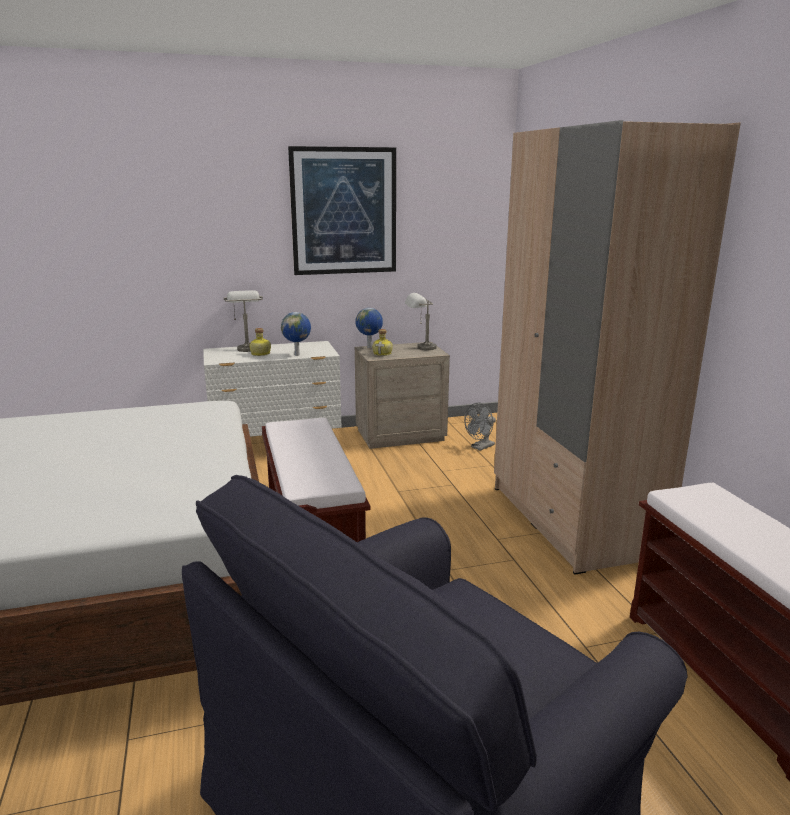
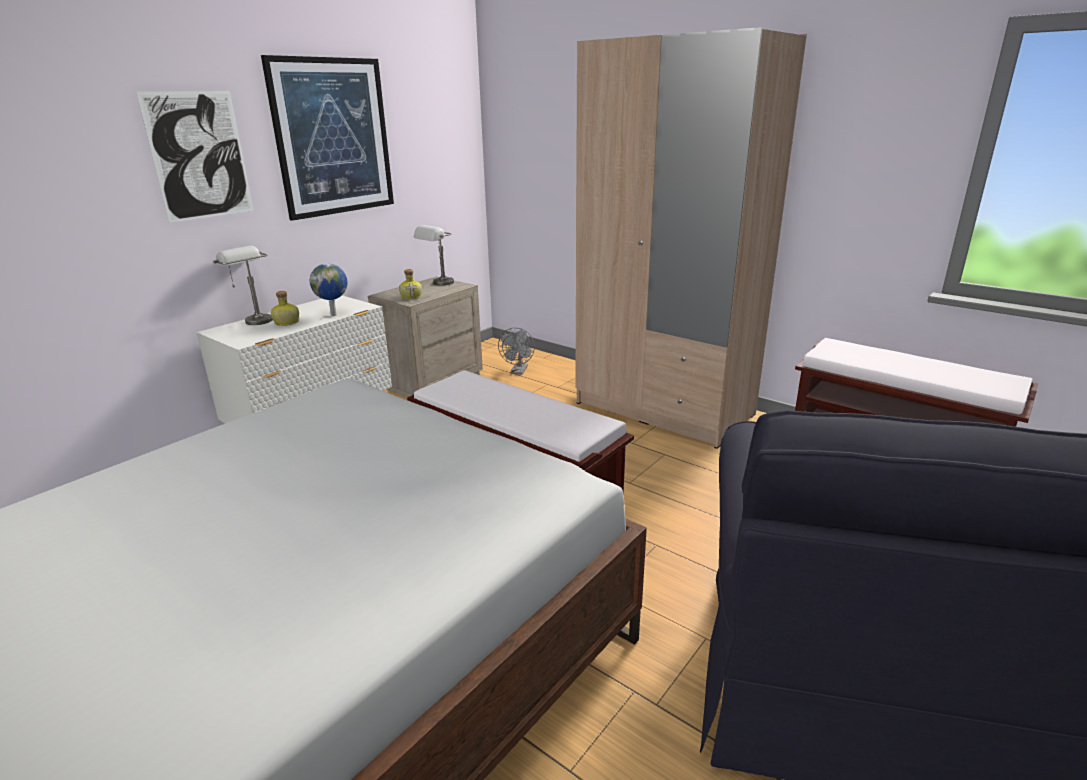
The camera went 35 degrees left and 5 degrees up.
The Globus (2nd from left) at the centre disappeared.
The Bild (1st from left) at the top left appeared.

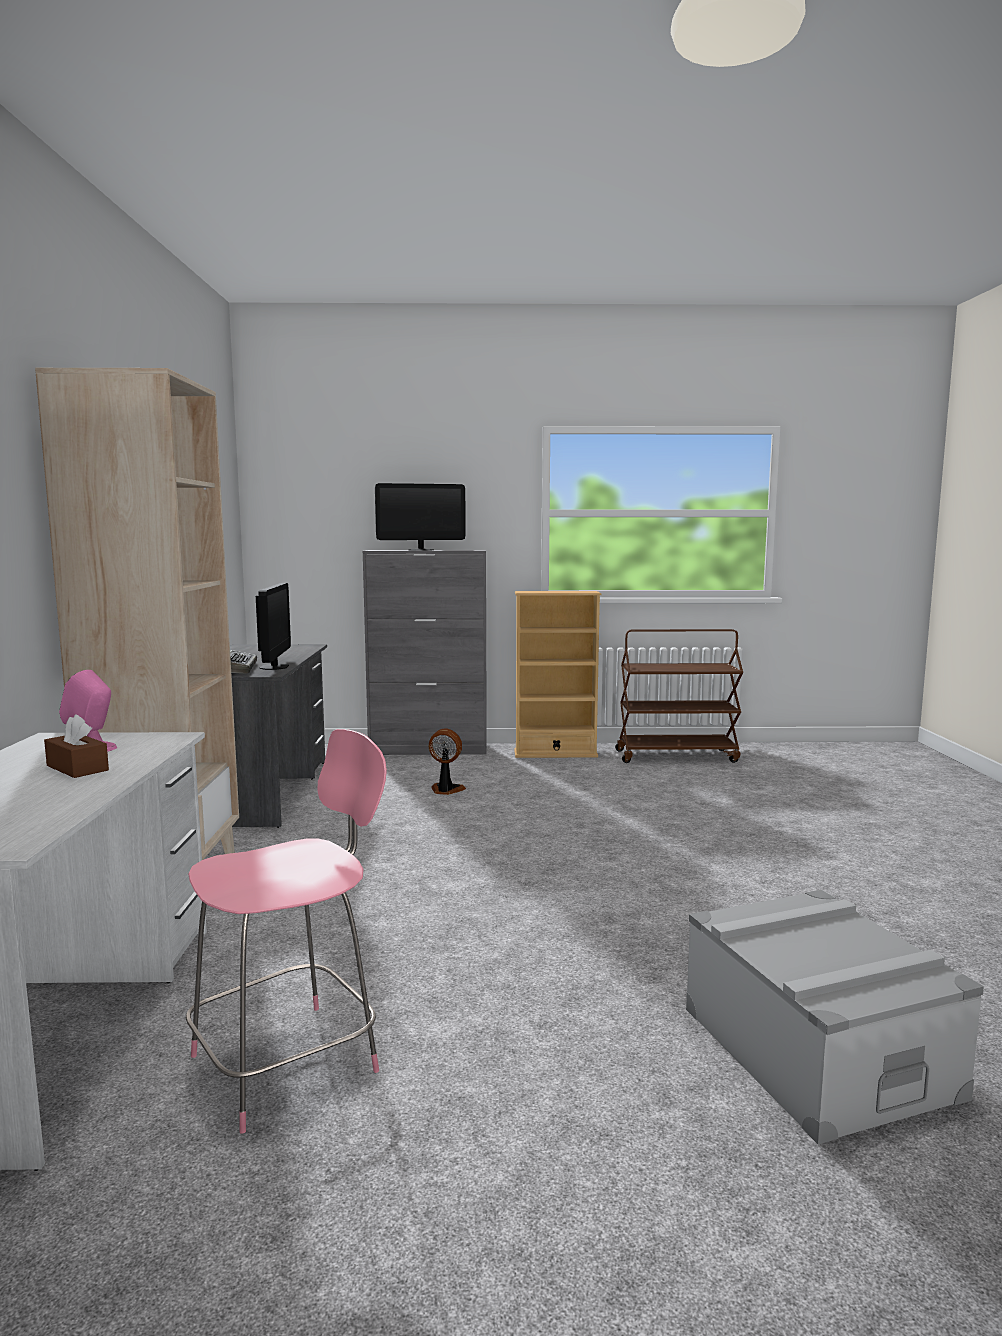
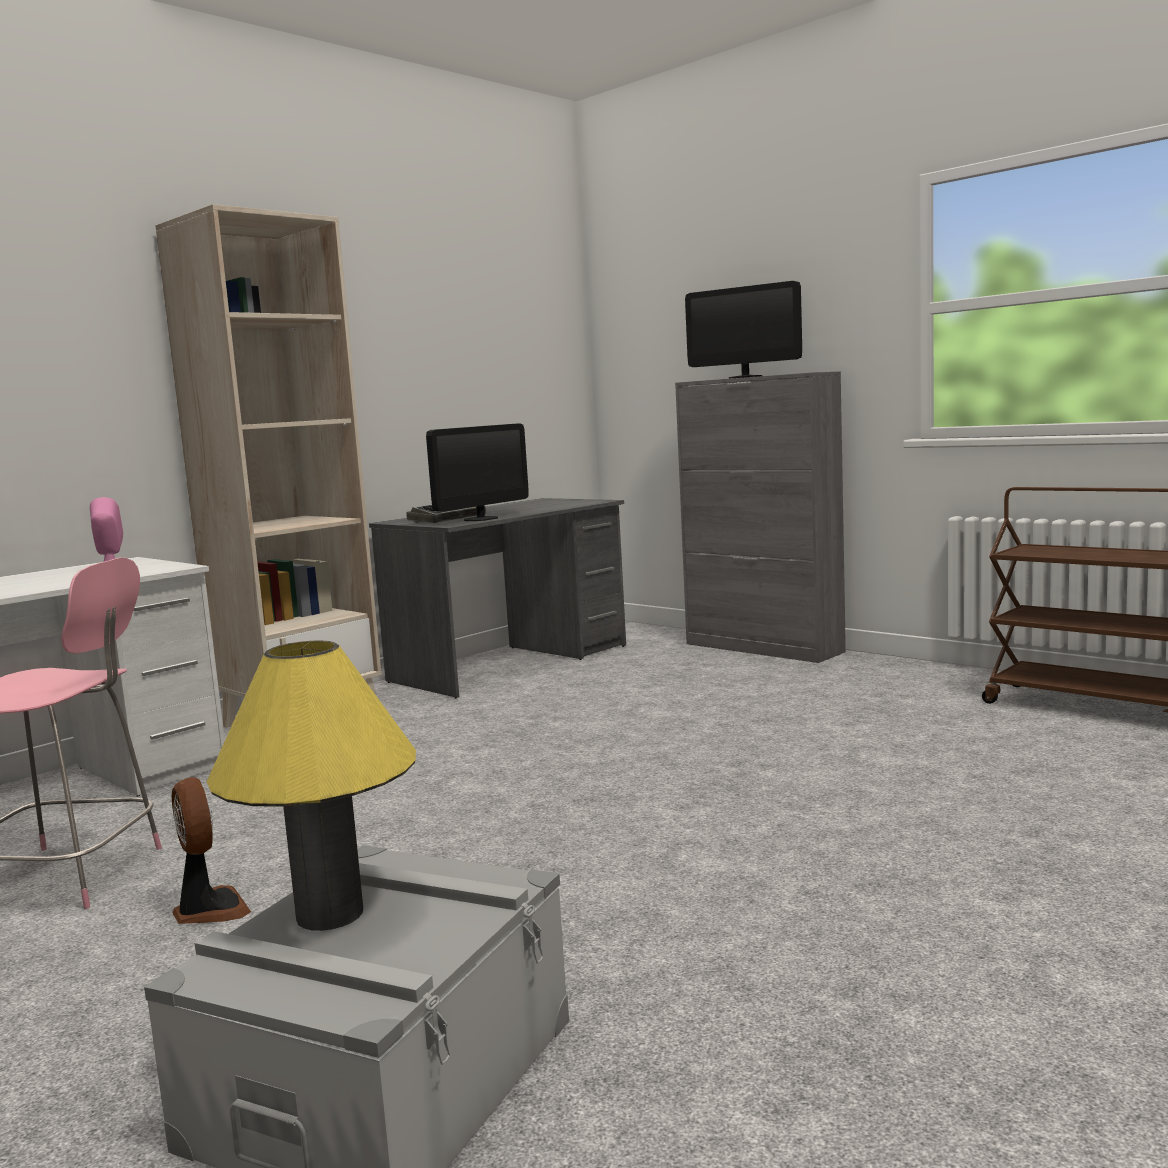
The camera went 45 degrees right and 0 degrees up.
The Bücherregal (beige) (2nd from left) at the centre disappeared.
The Taschentuchbox (braun) at the middle left disappeared.
The Ventilator moved from the centre to the bottom left.
The Tischlampe (gelb) at the bottom left appeared.

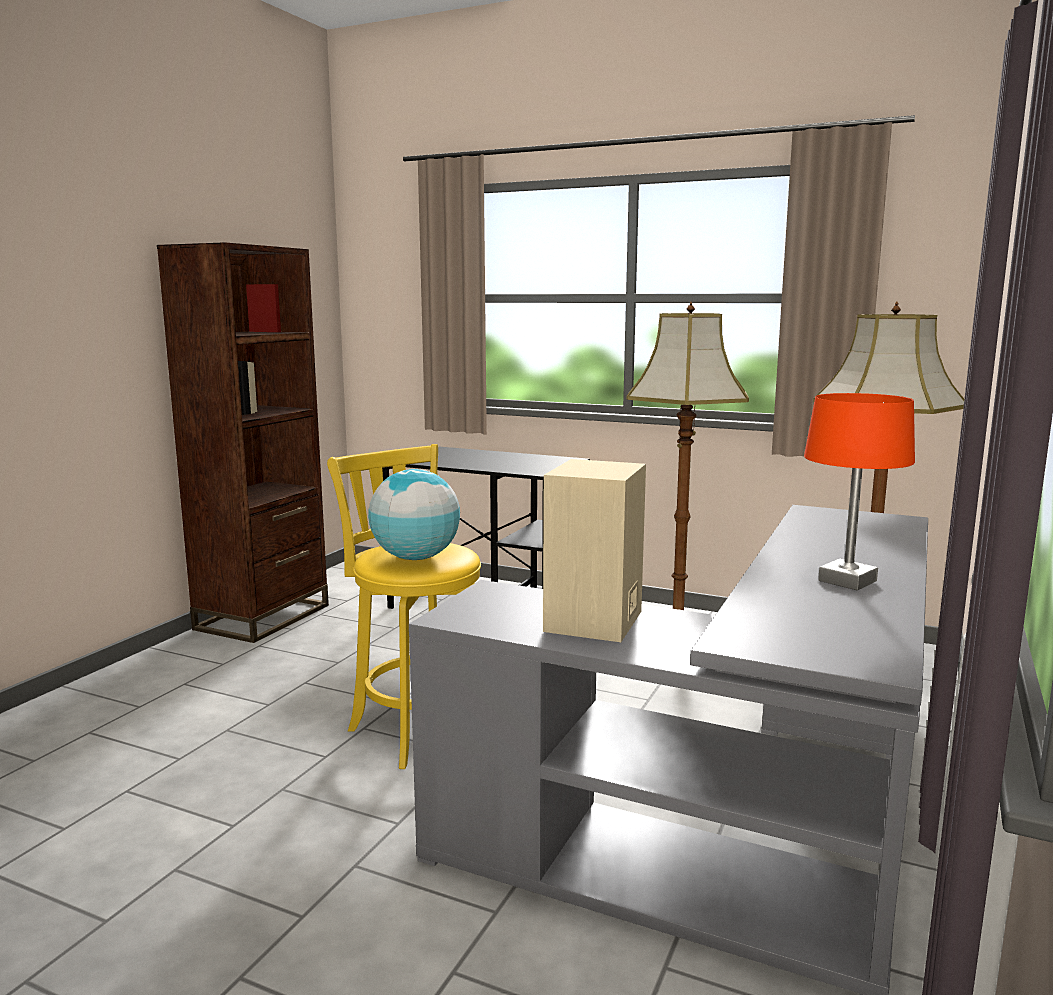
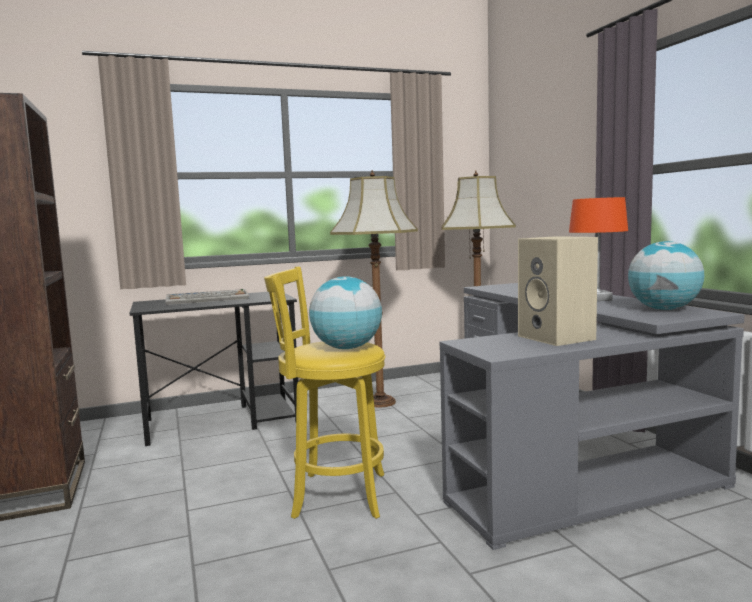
The camera went 45 degrees left and 5 degrees down.
The Globus (2nd from left) at the middle right appeared.
The Tastatur at the middle left appeared.

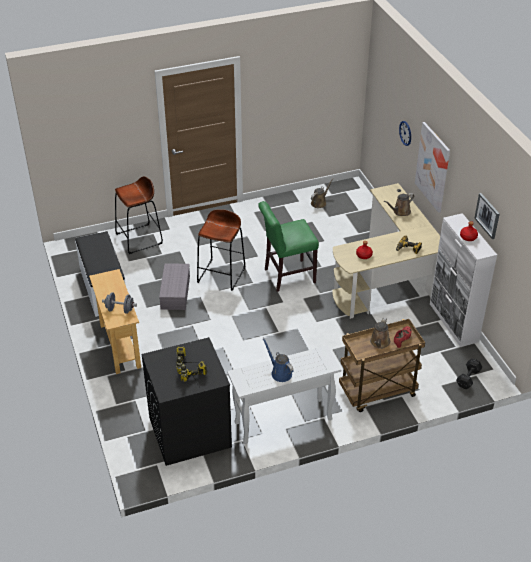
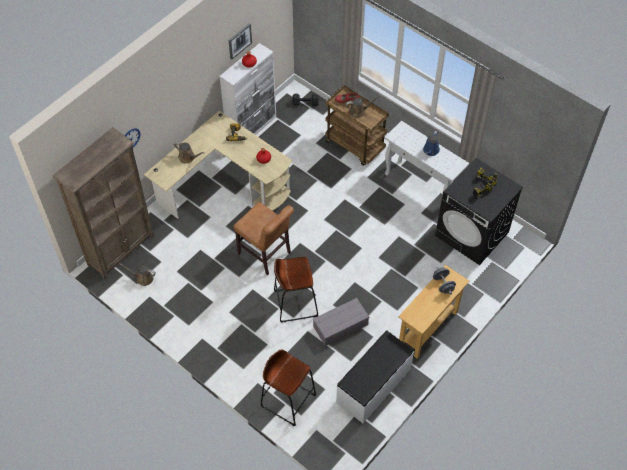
The camera went 120 degrees left and 15 degrees up.
The Bild (1st from left) at the top right disappeared.
The Stuhl (grün) at the centre became the Stuhl (braun) at the centre.
The Bücherregal (braun) at the middle left appeared.

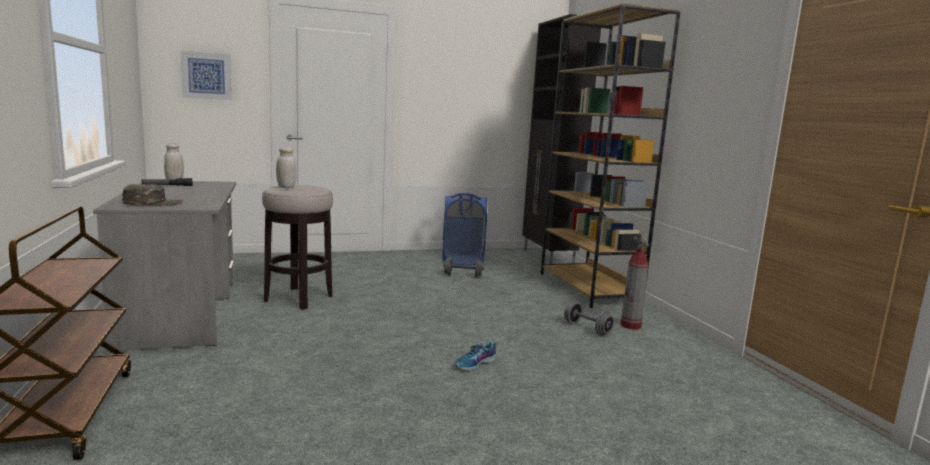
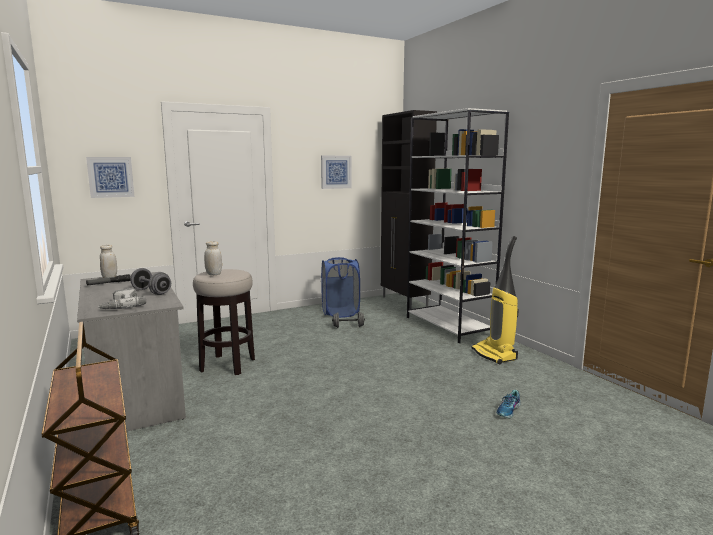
The camera went 10 degrees left and 0 degrees up.
The Bücherregal (braun) at the centre became the Bücherregal (weiß) at the centre.
The Kappe (grün) at the middle left was replaced by the Bohrmaschine at the middle left.
The Feuerlöscher at the middle right was replaced by the Staubsauger at the middle right.
The Hantel (grau) (2nd from left in the first image) moved from the bottom centre to the middle left.
The Schuh moved from the bottom centre to the bottom right.
The Bild (2nd from left) at the top centre appeared.

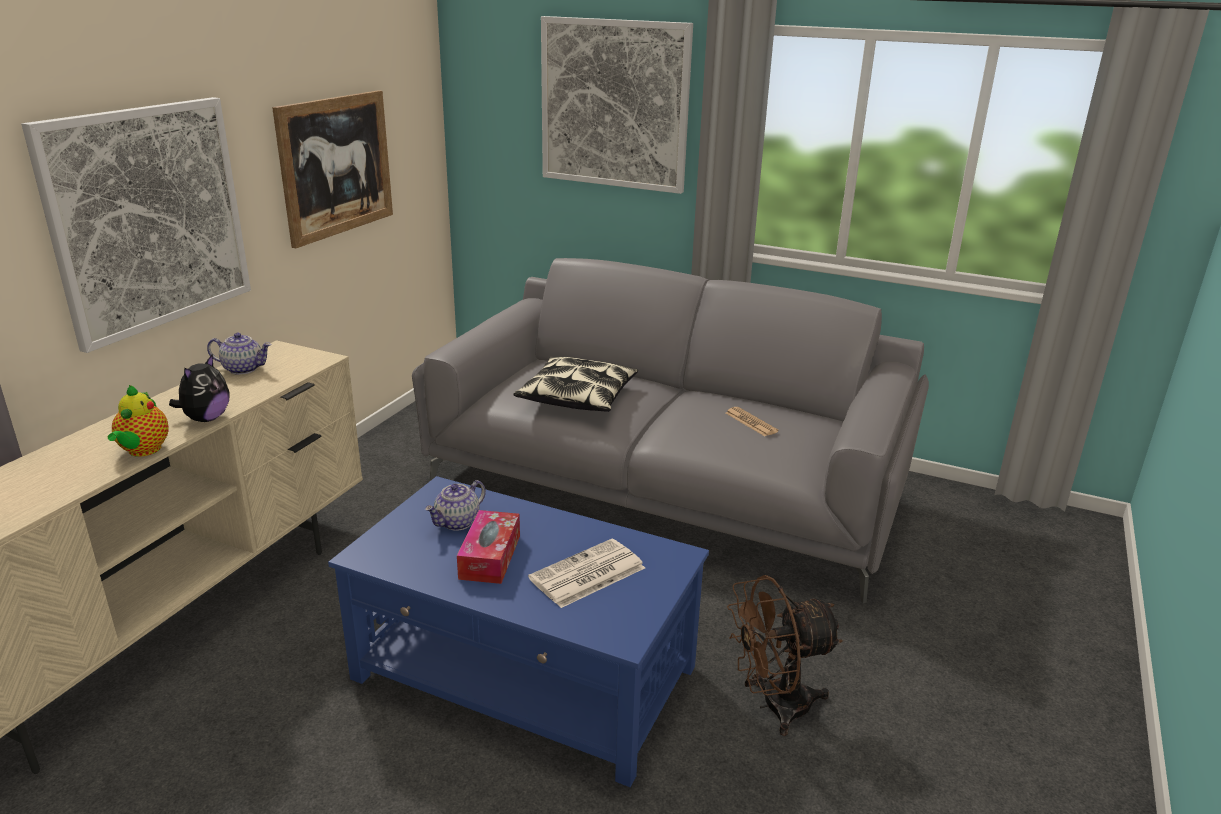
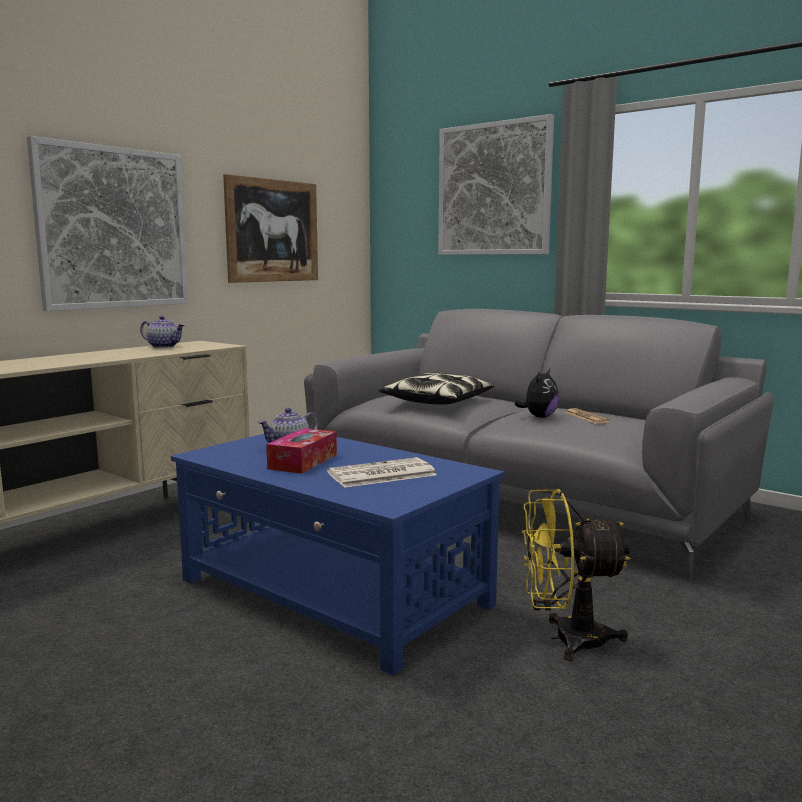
The camera went 15 degrees right and 15 degrees down.
The Plüschtier moved from the middle left to the middle right.
The Teekanne (1st from left) at the middle left disappeared.
The Ventilator (braun) at the bottom centre became the Ventilator (gelb) at the bottom right.

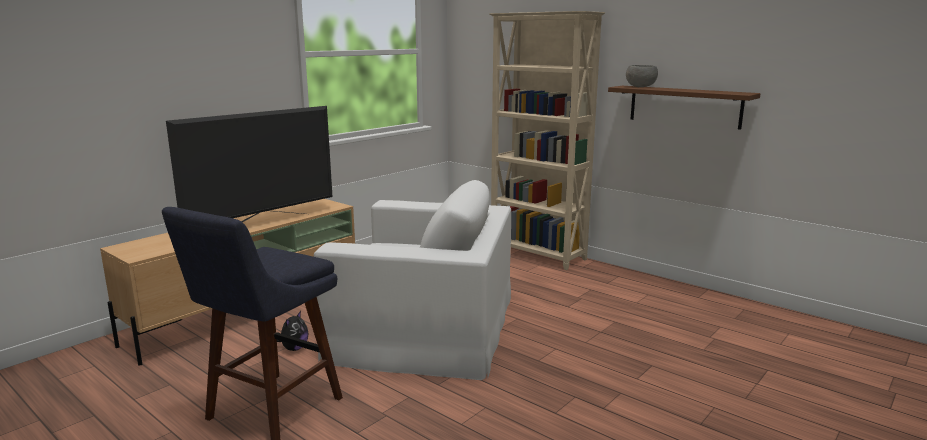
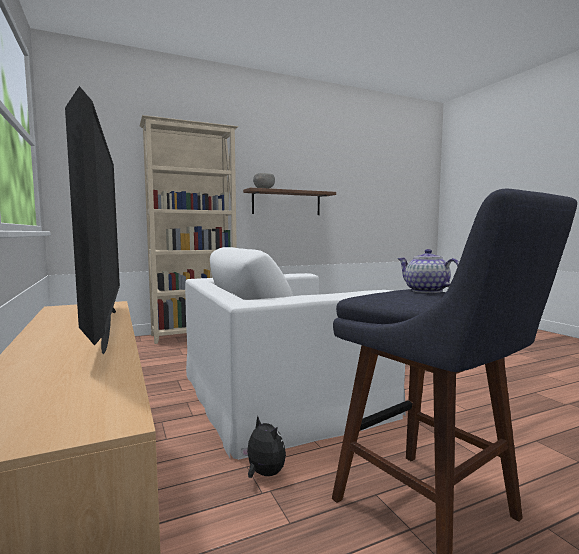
The camera went 65 degrees left and 10 degrees down.
The Sessel (weiß) at the centre turned 150 degrees counterclockwise.
The Teekanne at the middle right appeared.

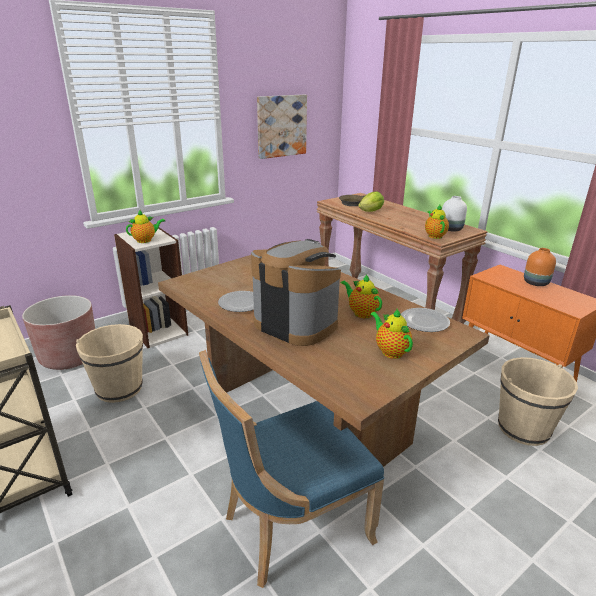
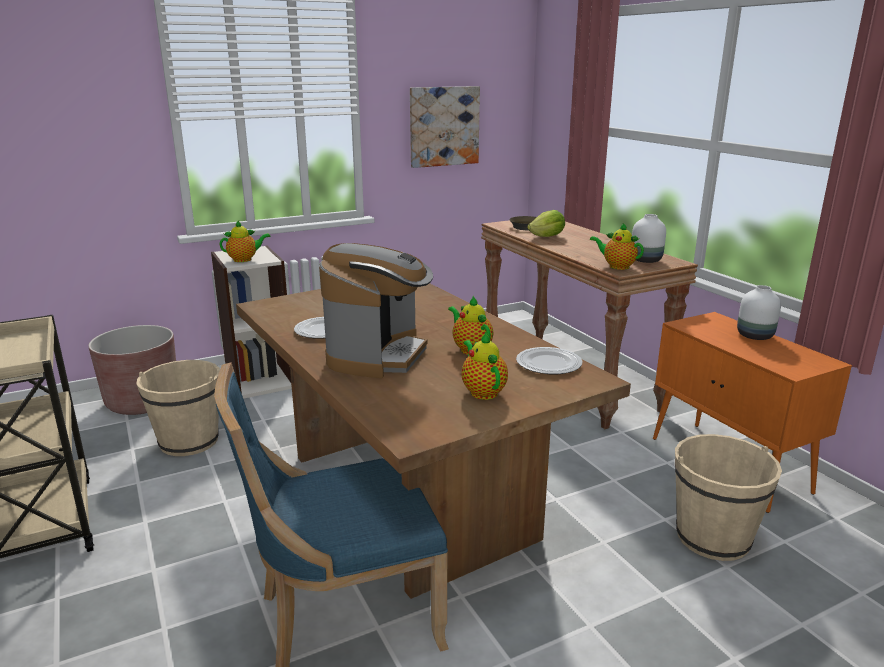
The camera went 10 degrees right and 5 degrees down.
The Teekanne (4th from left) at the middle right turned 60 degrees counterclockwise.
The Kaffeemaschine at the centre turned 60 degrees clockwise.
The Vase (orange) at the middle right became the Vase (weiß) (2nd from left) at the middle right.

